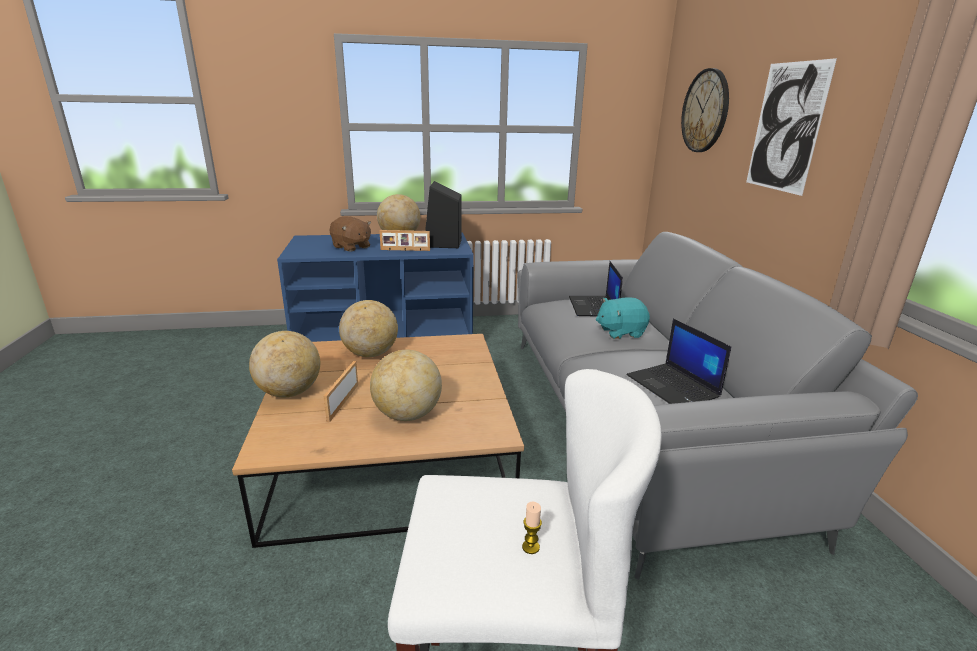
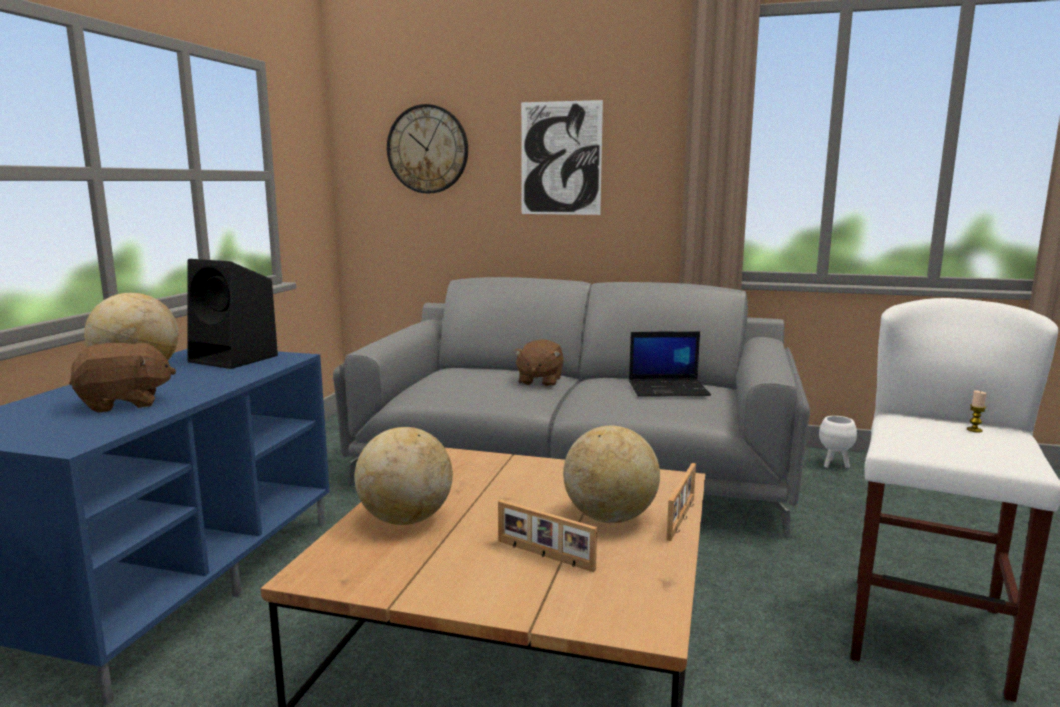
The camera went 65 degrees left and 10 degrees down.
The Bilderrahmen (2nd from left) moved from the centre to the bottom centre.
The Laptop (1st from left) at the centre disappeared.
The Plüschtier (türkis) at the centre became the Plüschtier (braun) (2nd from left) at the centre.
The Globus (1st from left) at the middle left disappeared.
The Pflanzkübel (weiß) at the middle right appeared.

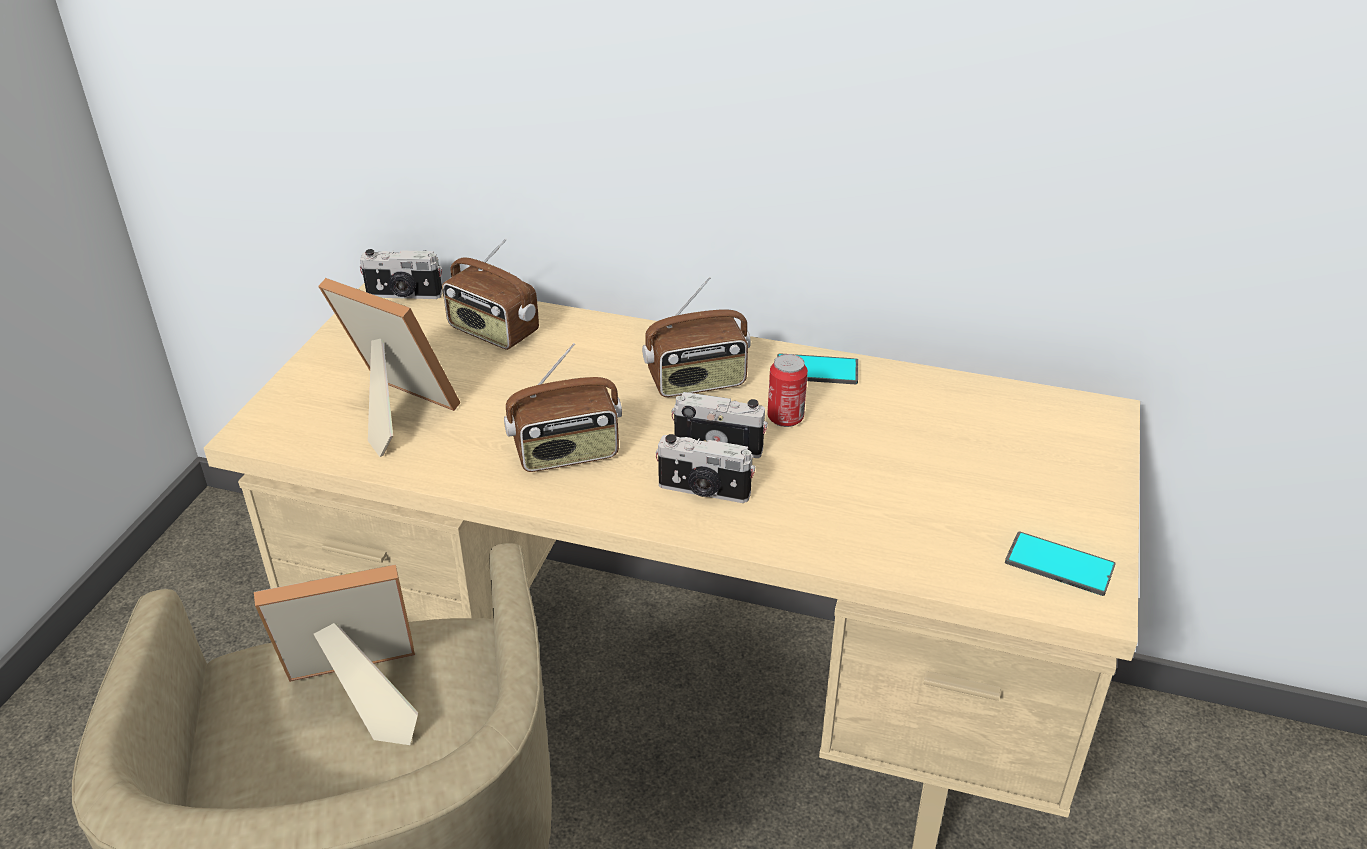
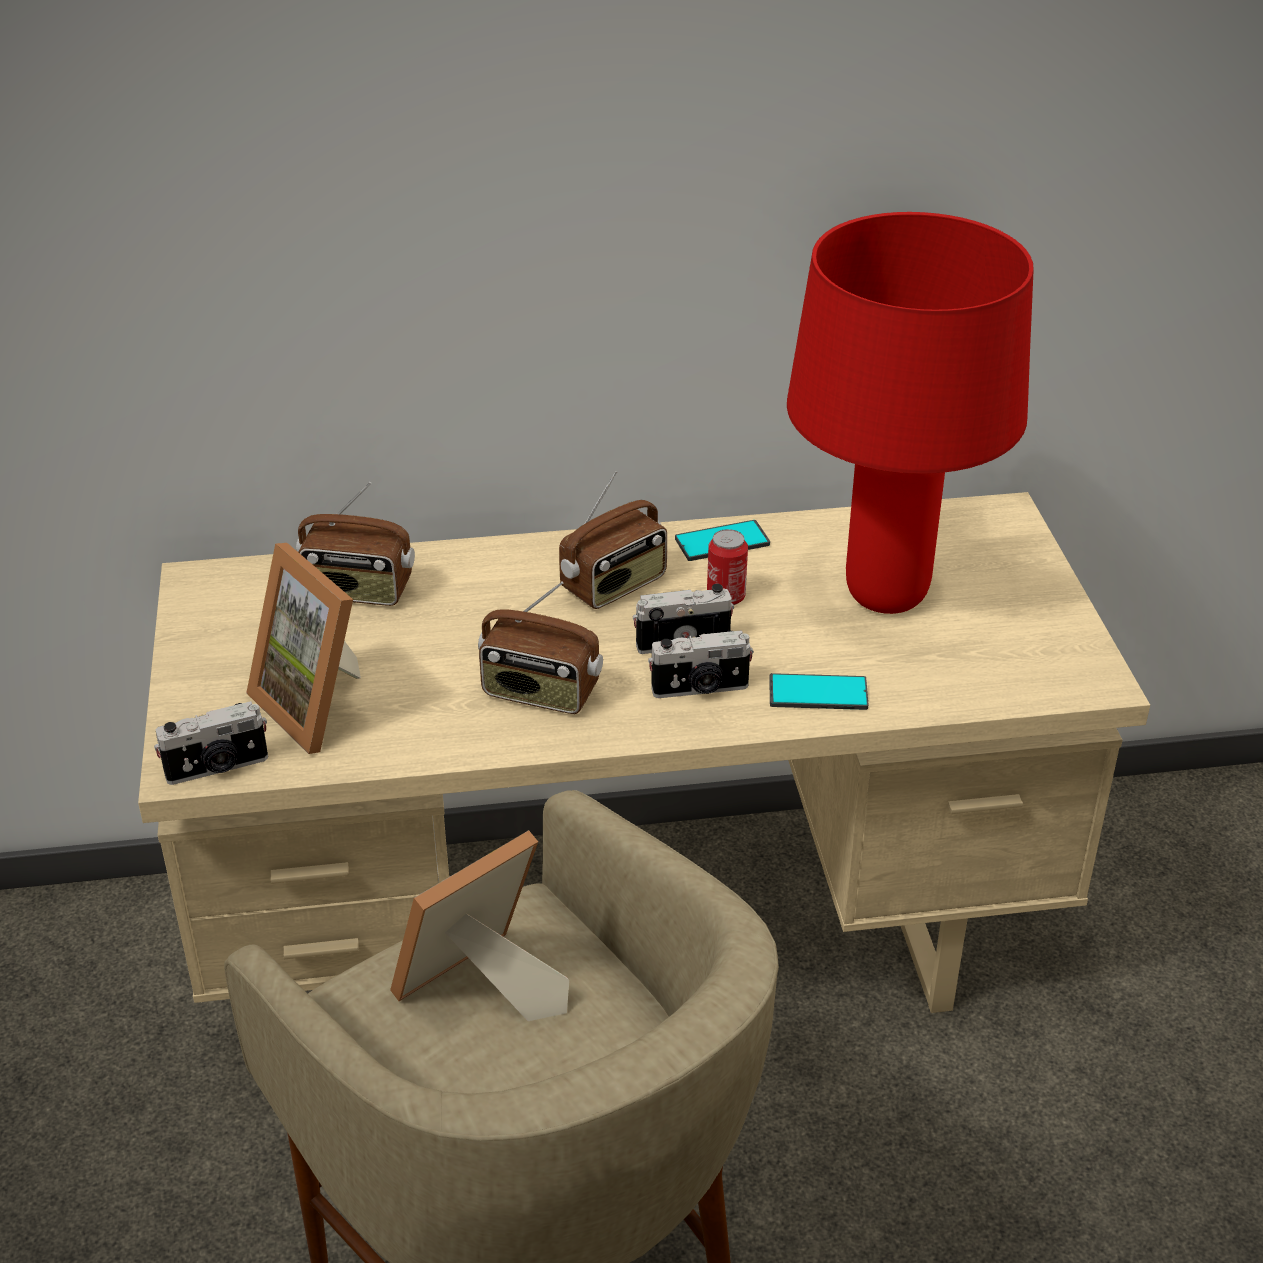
The camera went 25 degrees left and 0 degrees up.
The Kamera (1st from left) moved from the top left to the middle left.
The Bilderrahmen (2nd from left in the first image) at the middle left turned 135 degrees counterclockwise.
The Radio (2nd from left) at the centre turned 60 degrees clockwise.
The Handy (2nd from left) moved from the middle right to the centre.
The Tischlampe (rot) at the top right appeared.

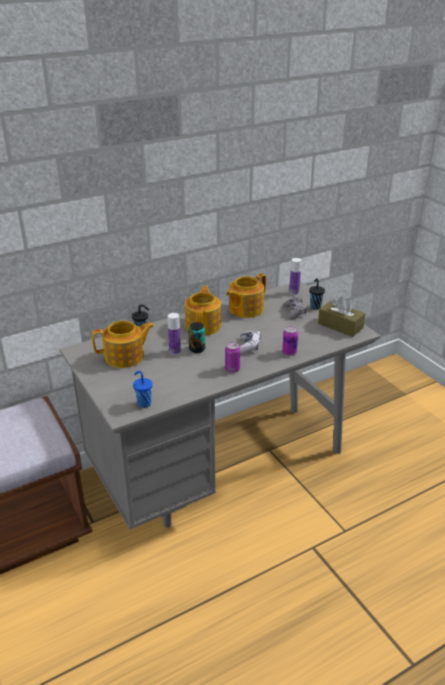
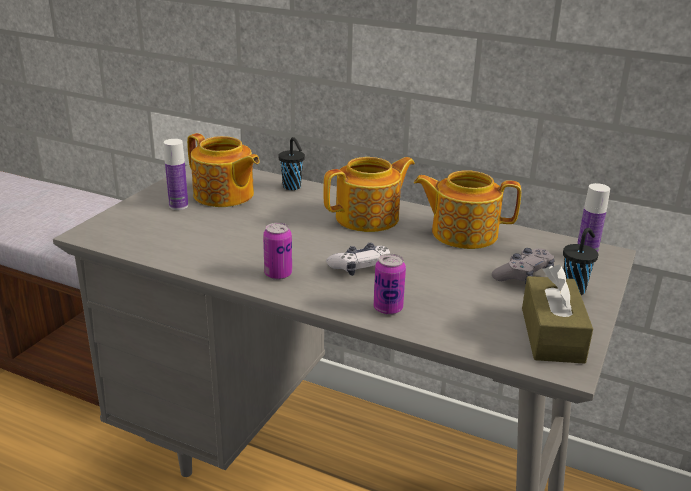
The camera went 55 degrees right and 5 degrees down.
The Flasche (1st from left) moved from the centre to the middle left.
The Dose (1st from left) at the centre disappeared.
The Tasse (blau) at the middle left disappeared.

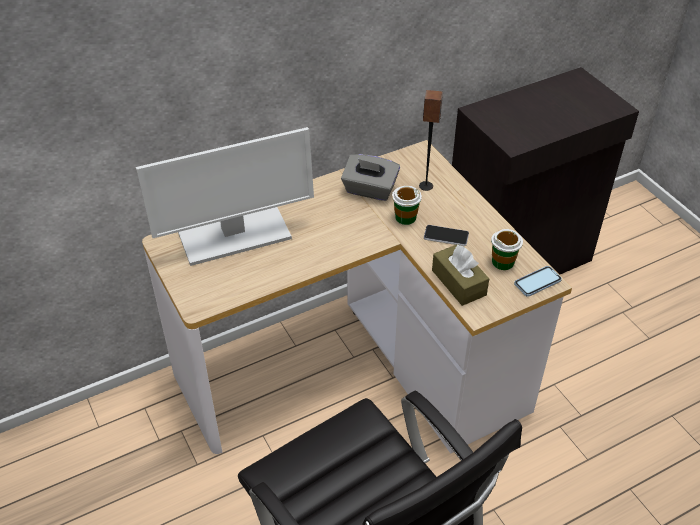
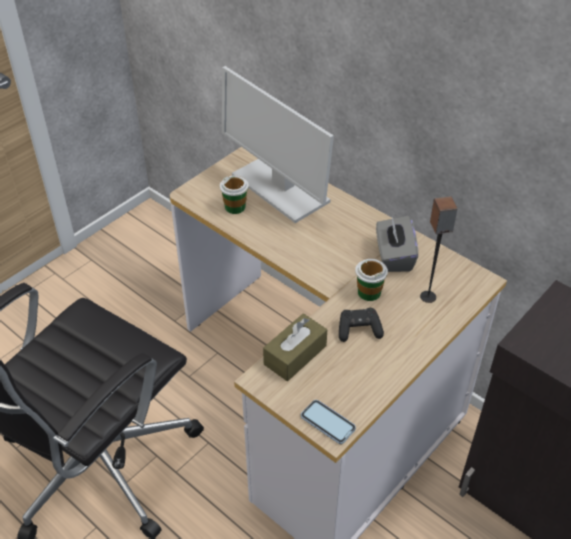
The camera went 70 degrees right and 0 degrees up.
The Handy (1st from left) at the centre was replaced by the Gamepad (schwarz) at the centre.
The Tasse (2nd from left in the first image) moved from the middle right to the centre.

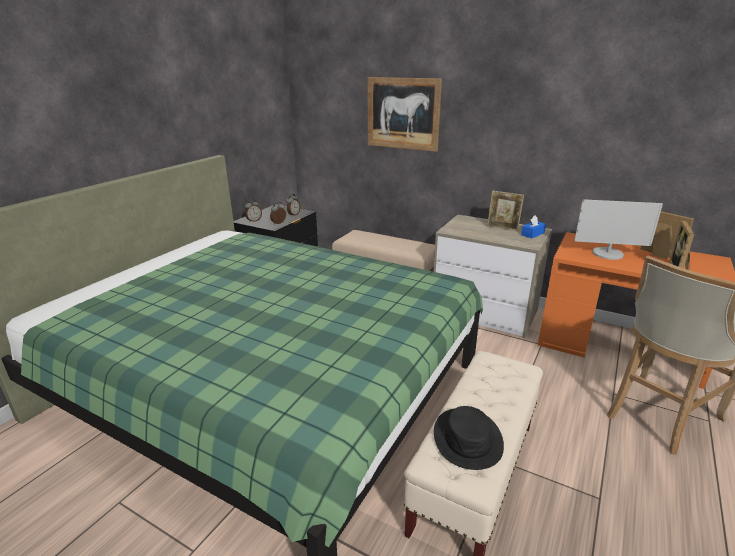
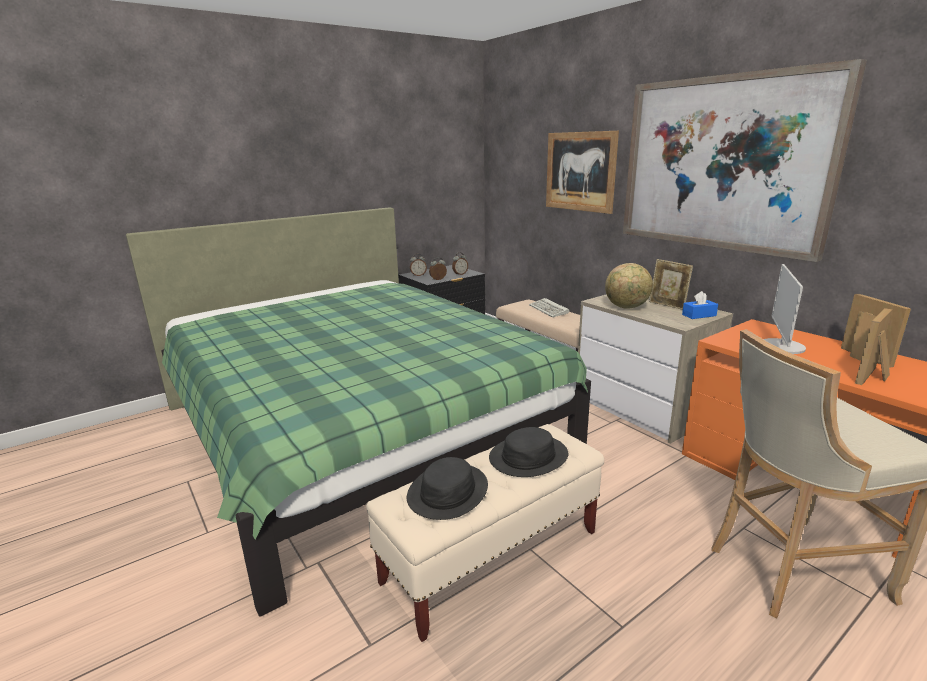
The camera went 25 degrees right and 5 degrees down.
The Monitor at the middle right turned 75 degrees clockwise.
The Bild (2nd from left) at the top right appeared.
The Globus at the middle right appeared.
The Tastatur at the centre appeared.
The Hut (schwarz) (2nd from left) at the centre appeared.

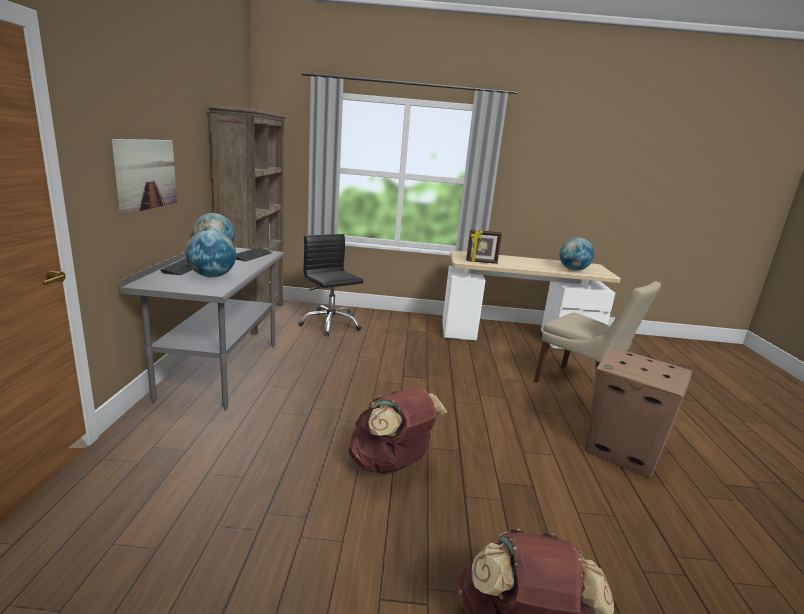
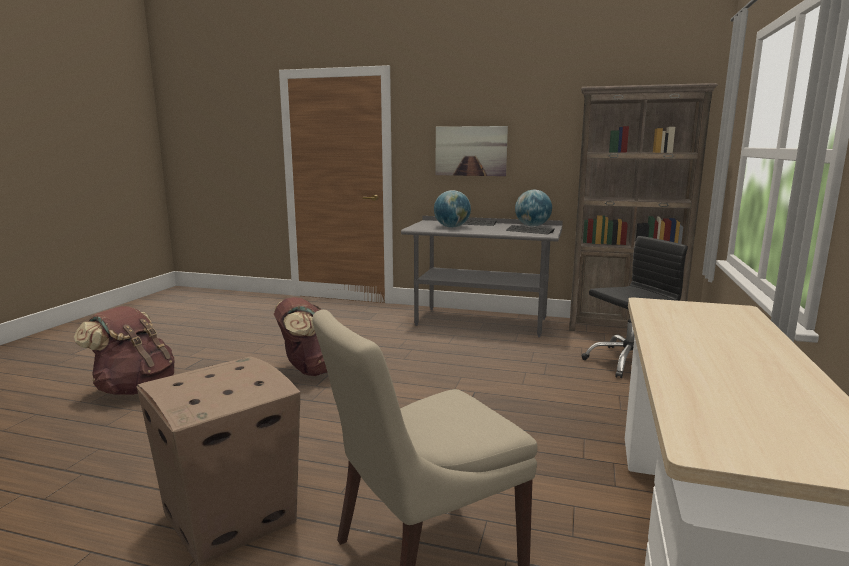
The camera went 105 degrees right and 5 degrees down.
The Bilderrahmen at the centre disappeared.
The Globus (3rd from left) at the middle right disappeared.

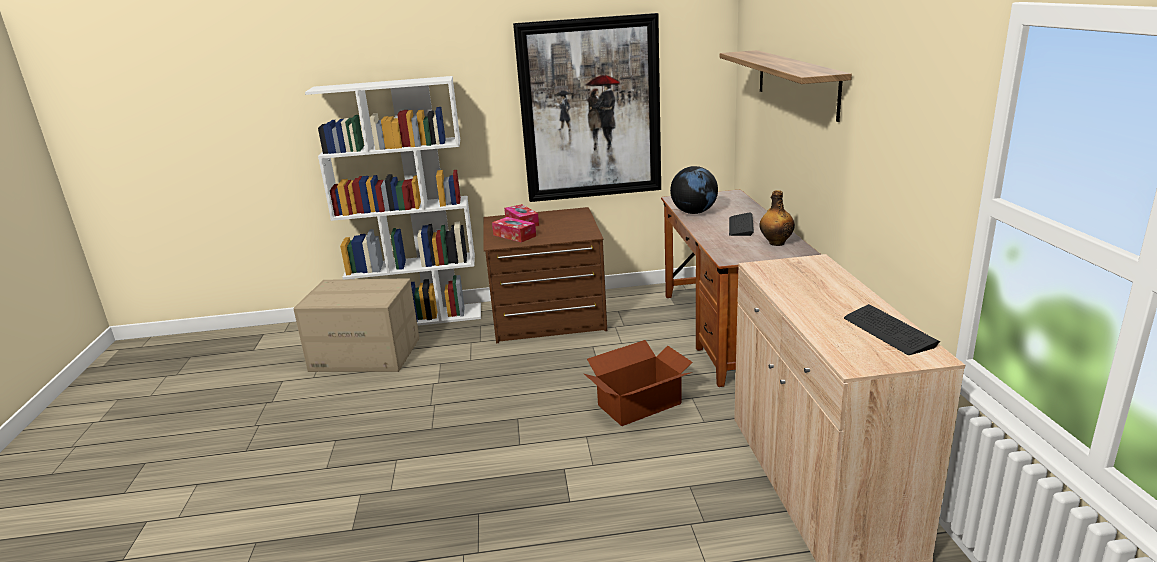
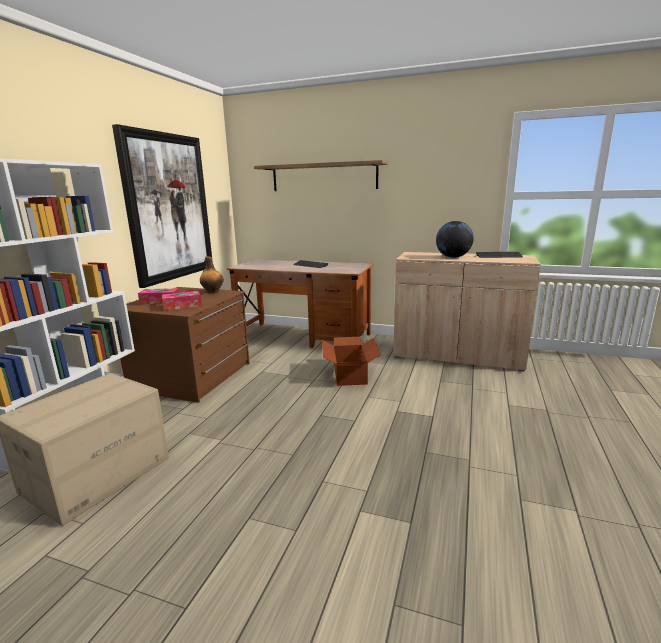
The camera went 65 degrees left and 5 degrees down.
The Globus moved from the centre to the middle right.
The Flasche moved from the middle right to the middle left.

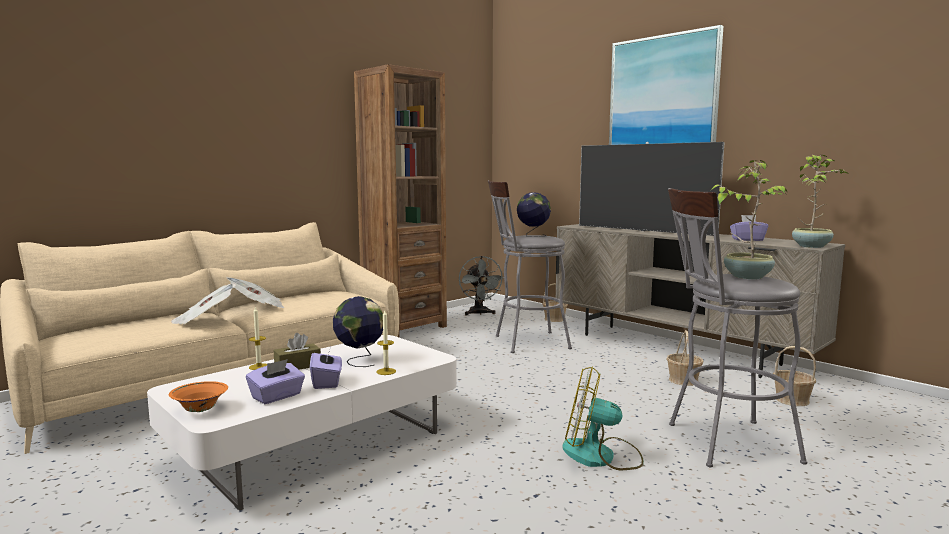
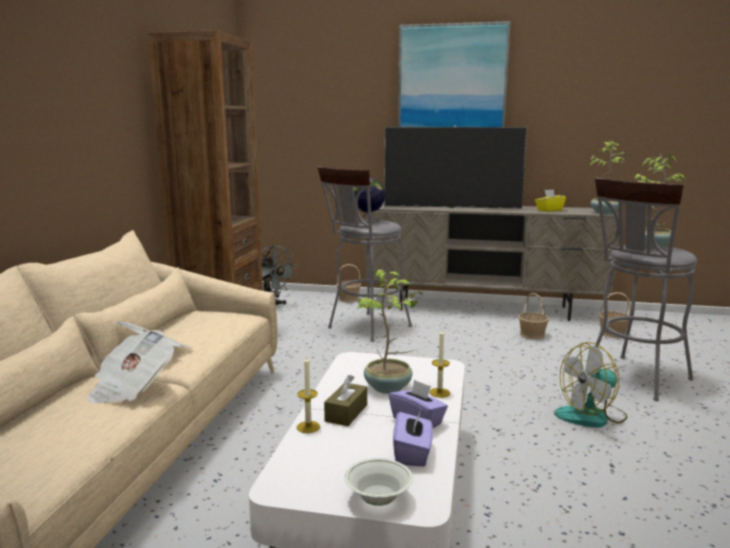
The camera went 35 degrees left and 5 degrees up.
The Taschentuchbox (lila) (3rd from left) at the middle right became the Taschentuchbox (gelb) at the middle right.
The Globus (1st from left) at the centre was replaced by the Topfpflanze (1st from left) at the centre.
The Schüssel (orange) at the bottom left became the Schüssel (weiß) at the bottom centre.

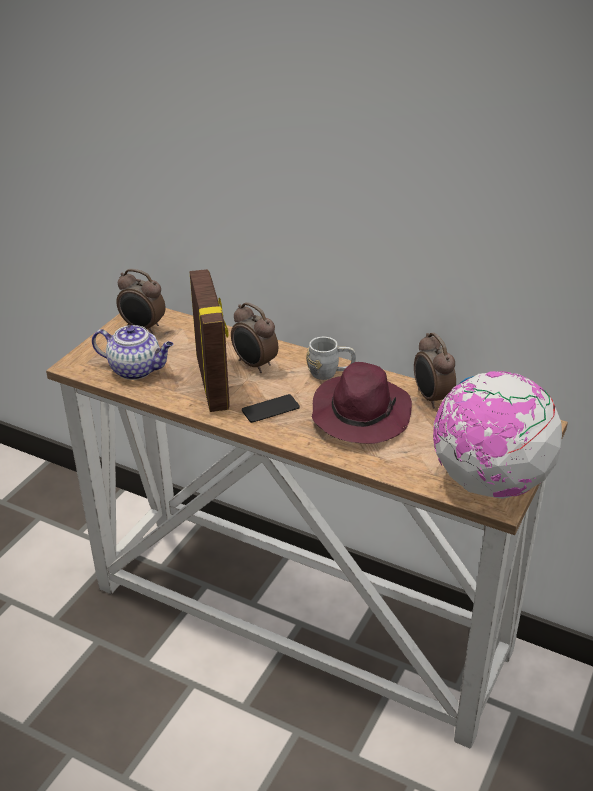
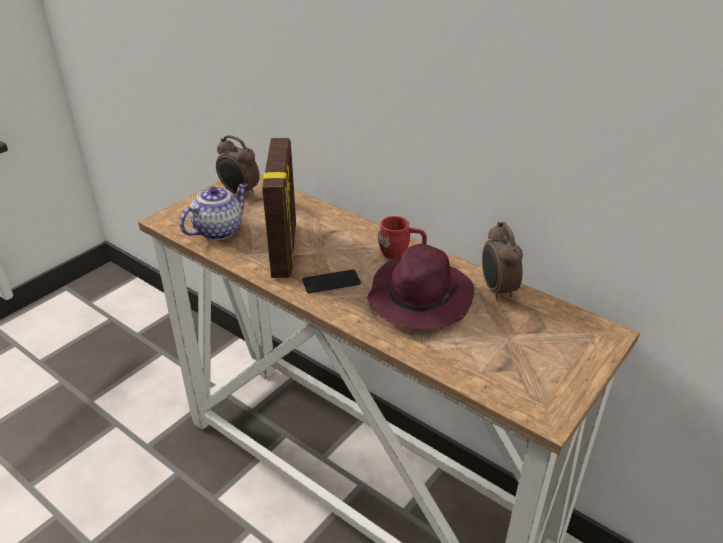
The camera went 10 degrees right and 0 degrees up.
The Wecker (2nd from left) at the centre disappeared.
The Teekanne at the middle left turned 75 degrees counterclockwise.
The Henkelbecher (grau) at the centre became the Henkelbecher (rot) at the centre.
The Globus at the middle right disappeared.

